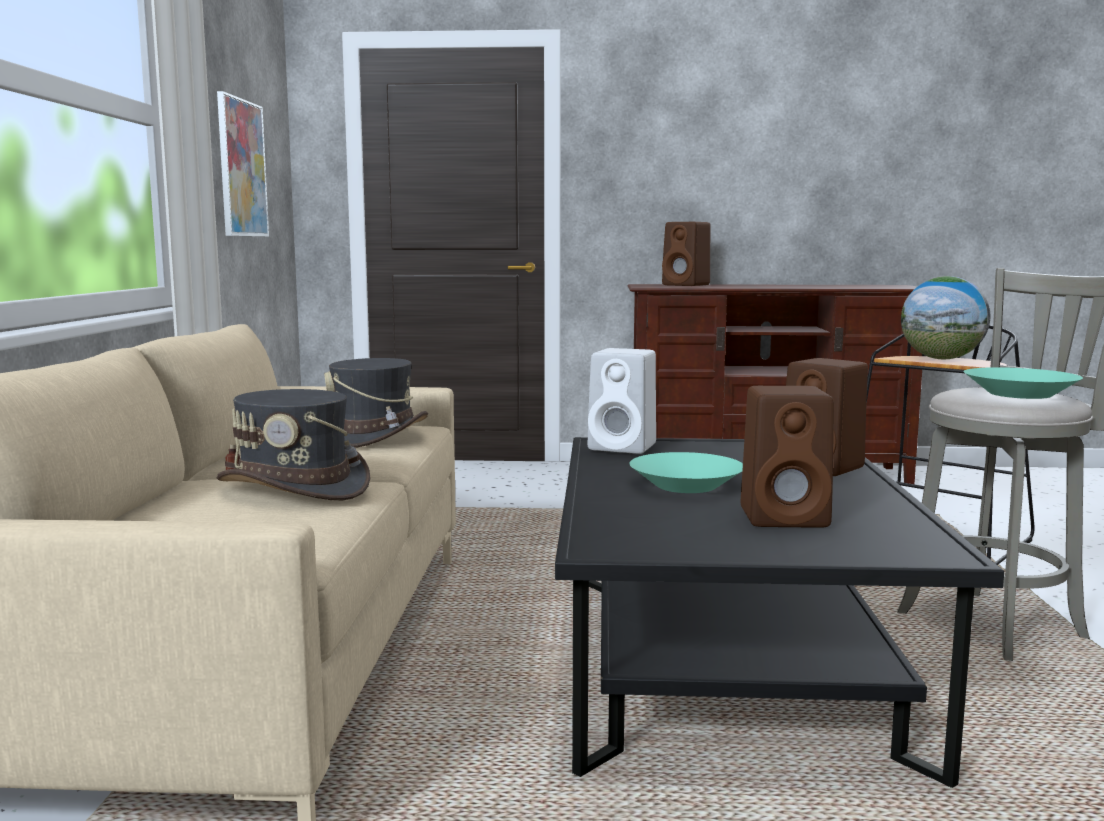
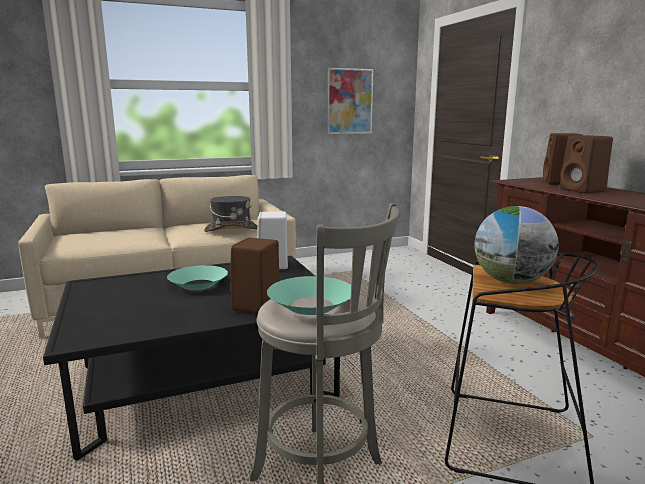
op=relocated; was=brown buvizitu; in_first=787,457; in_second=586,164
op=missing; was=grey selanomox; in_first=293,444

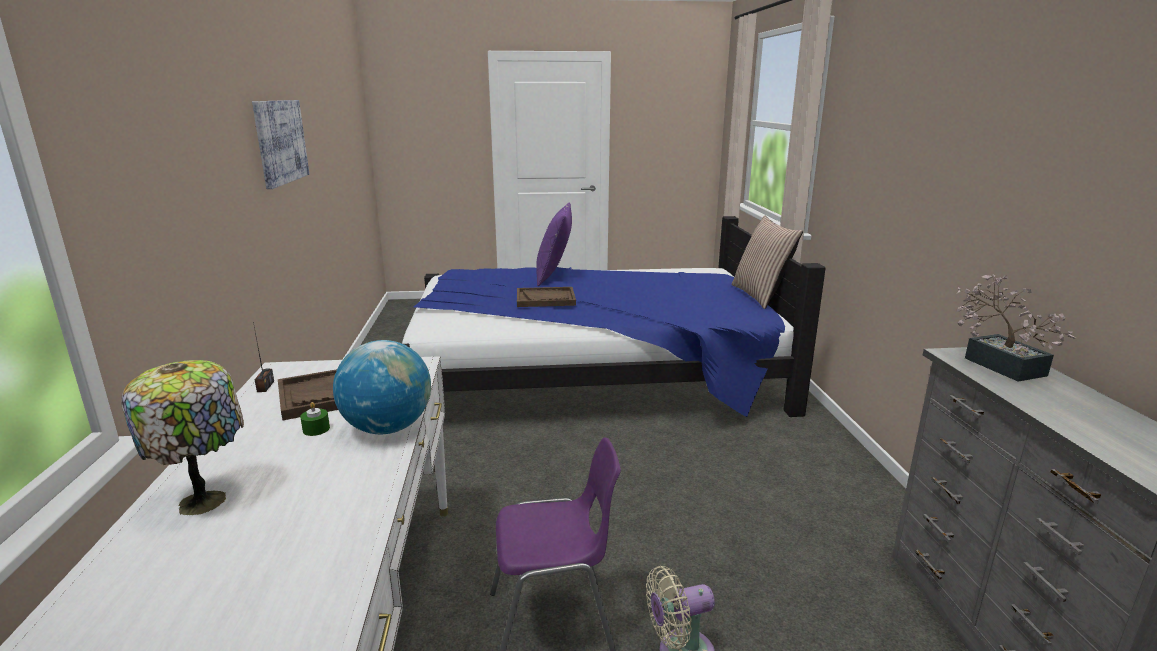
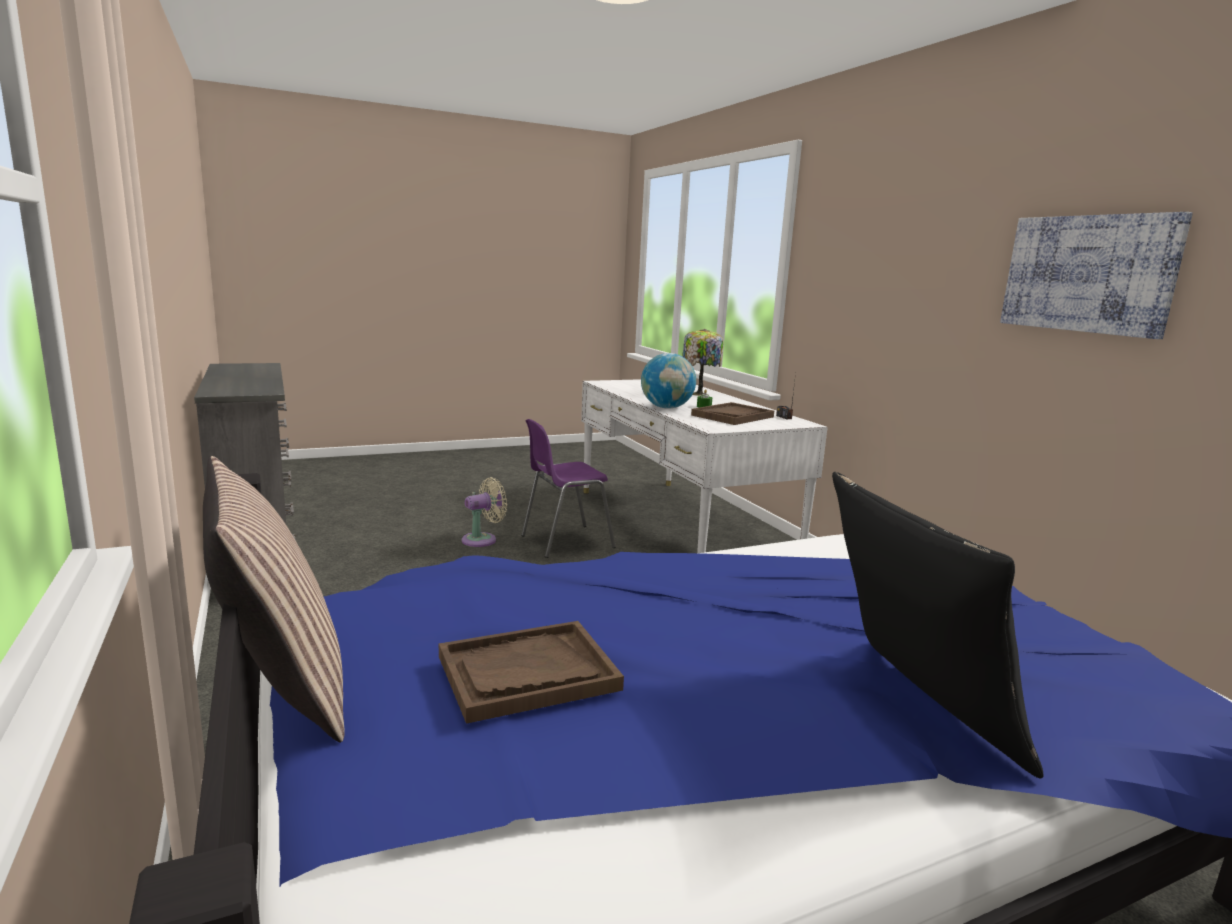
op=relocated; was=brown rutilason; in_first=546,297; in_second=531,672
op=colour; was=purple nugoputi; now=black nugoputi; in_first=554,244; in_second=938,625
op=missing; was=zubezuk; in_first=1016,328

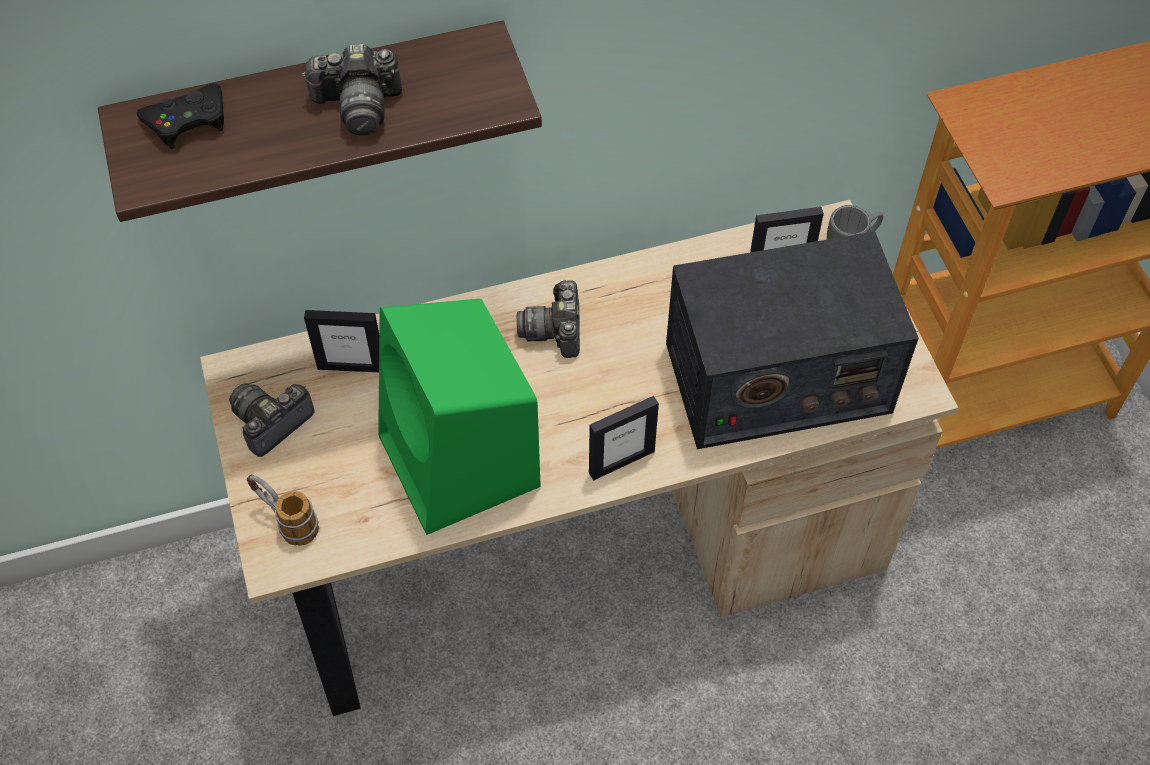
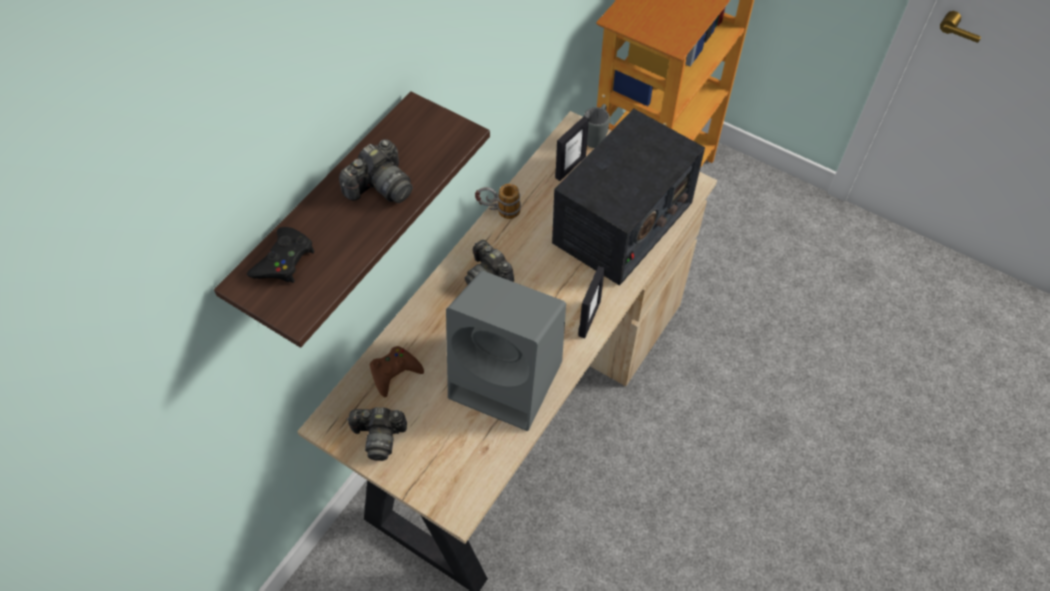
op=spun; was=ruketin; in_first=271,420; in_second=376,434; clockwise=-90
op=exchanged; was=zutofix; now=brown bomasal; in_first=341,341; in_second=397,371
op=colour; was=green buvizitu; now=grey buvizitu; in_first=459,417; in_second=506,351
op=relocated; was=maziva; in_first=283,510; in_second=498,201

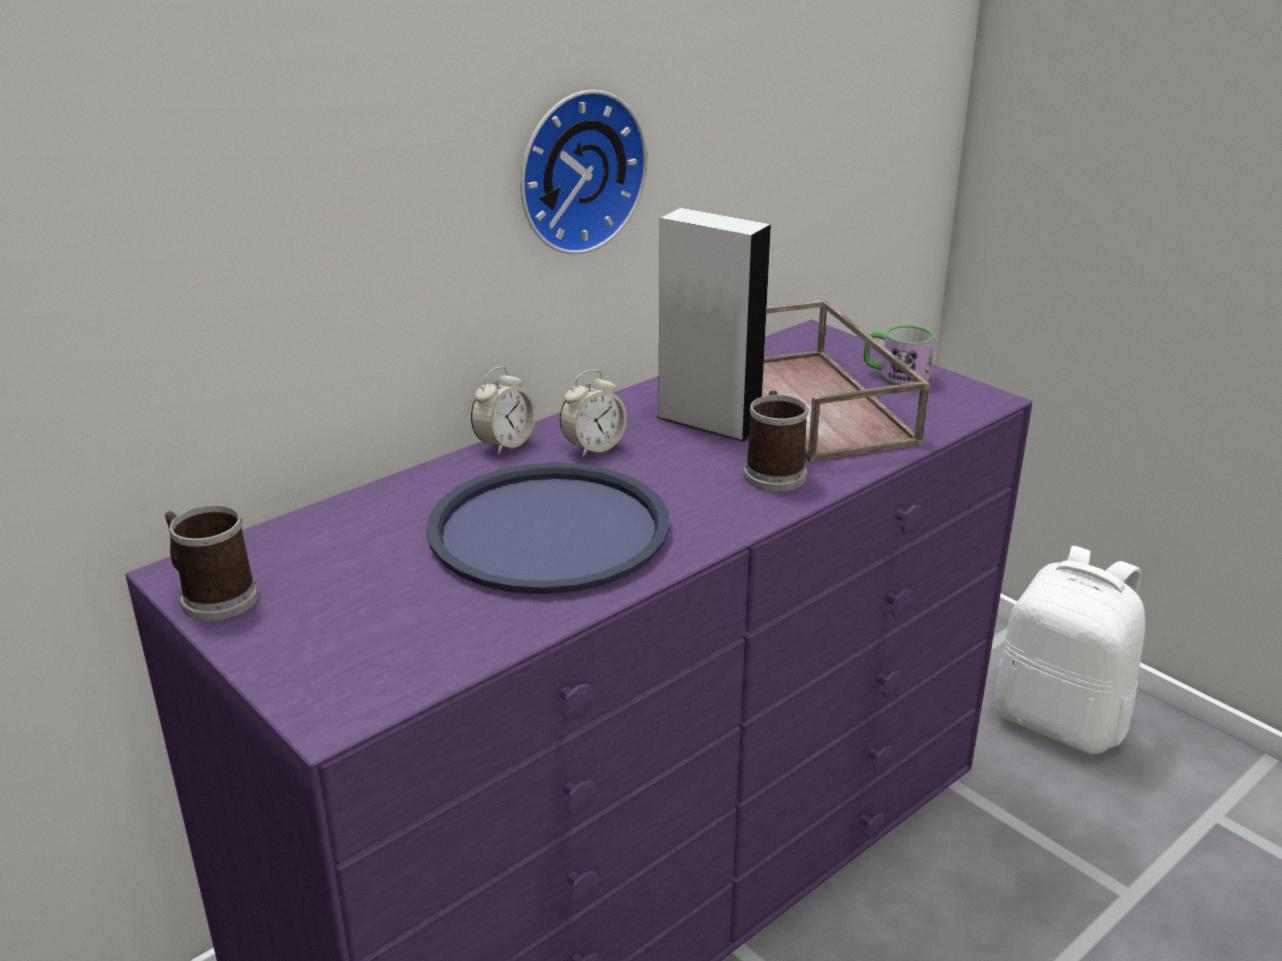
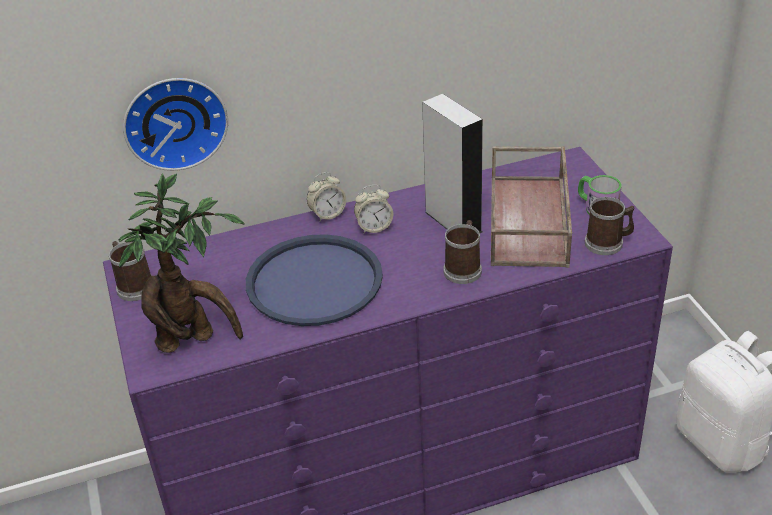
op=appeared; now=zubezuk; in_second=181,263
op=relocated; was=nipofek; in_first=583,172; in_second=175,124
op=appeared; now=maziva; in_second=610,226

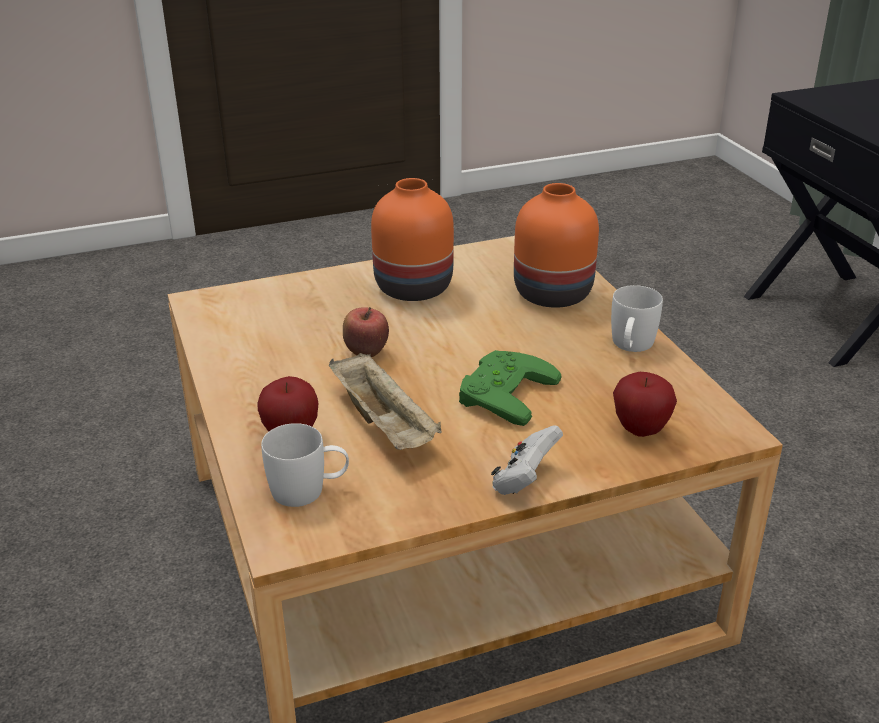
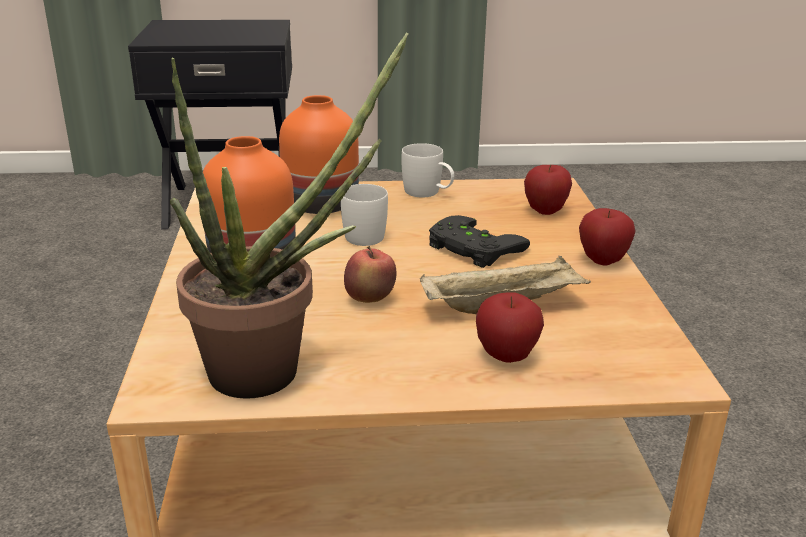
op=appeared; now=zubezuk; in_second=289,216
op=relocated; was=white maziva; in_first=305,465; in_second=364,215
op=colour; was=green bomasal; now=black bomasal; in_first=510,388; in_second=479,241
op=exchanged; was=white bomasal; now=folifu; in_first=527,460; in_second=607,236

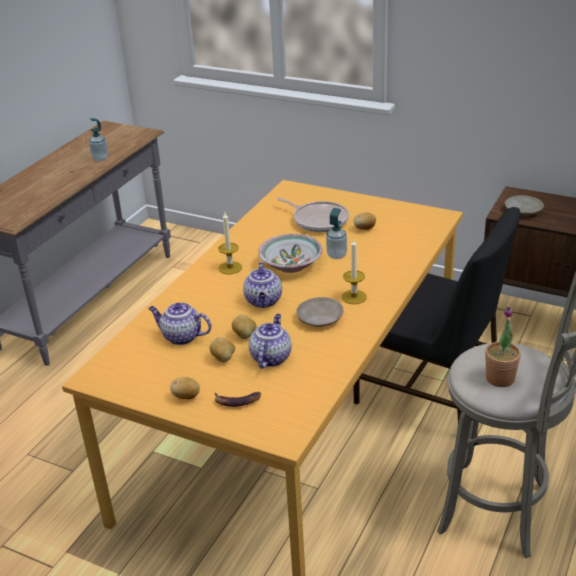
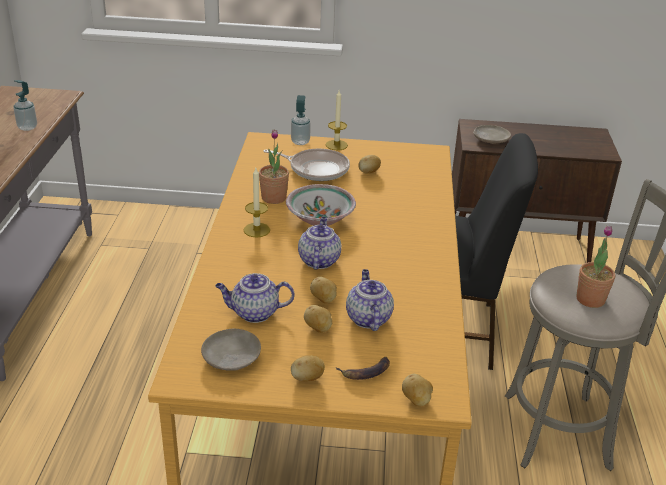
op=relocated; was=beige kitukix; in_first=320,312; in_second=231,350
op=appeared; now=zubezuk; in_second=274,166
op=relocated; was=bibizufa; in_first=336,233; in_second=301,120
op=spun; was=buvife; in_first=262,285; in_second=319,243; clockwise=-150
op=relocated; was=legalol; in_first=354,271; in_second=337,120
op=appeared; now=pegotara; in_second=417,390

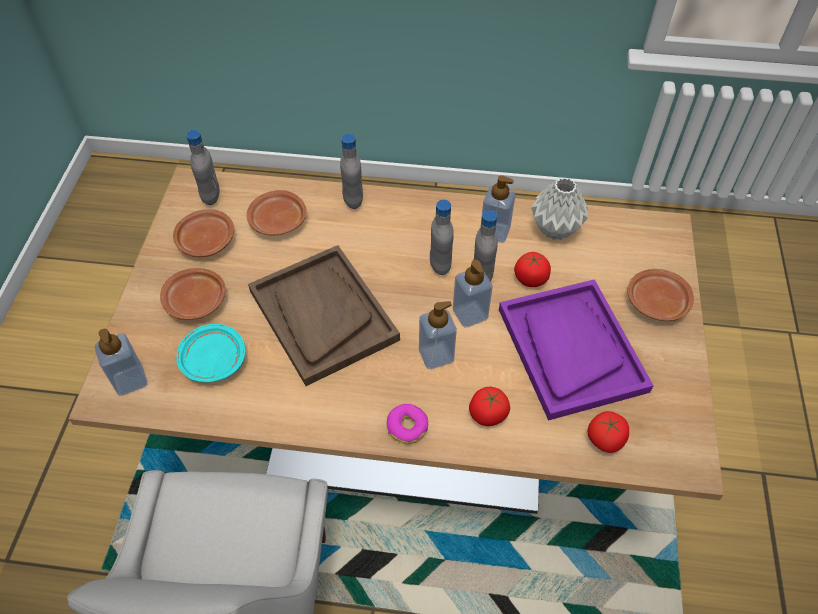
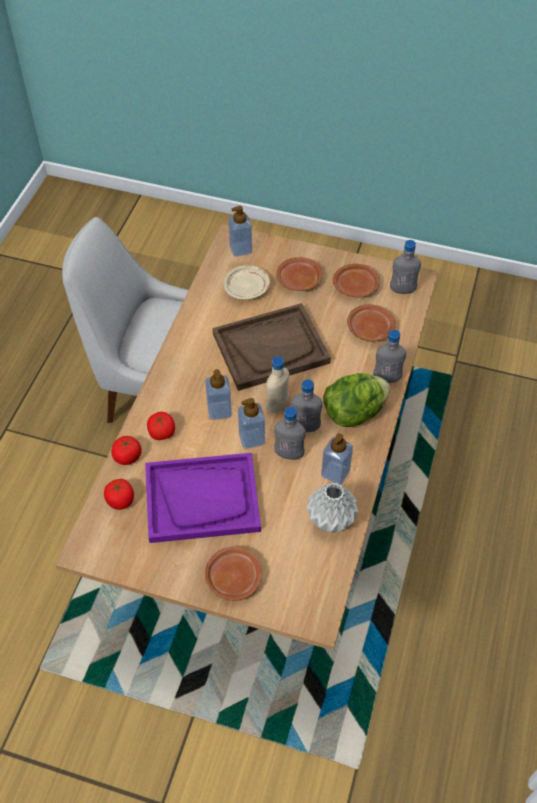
op=relocated; was=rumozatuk; in_first=532,269; in_second=126,450
op=colour; was=turquoise kitukix; now=beige kitukix; in_first=210,353; in_second=246,282
op=appeared; now=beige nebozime; in_second=277,384
op=appeared; now=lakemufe; in_second=356,400
op=missing; was=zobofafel; in_first=407,424

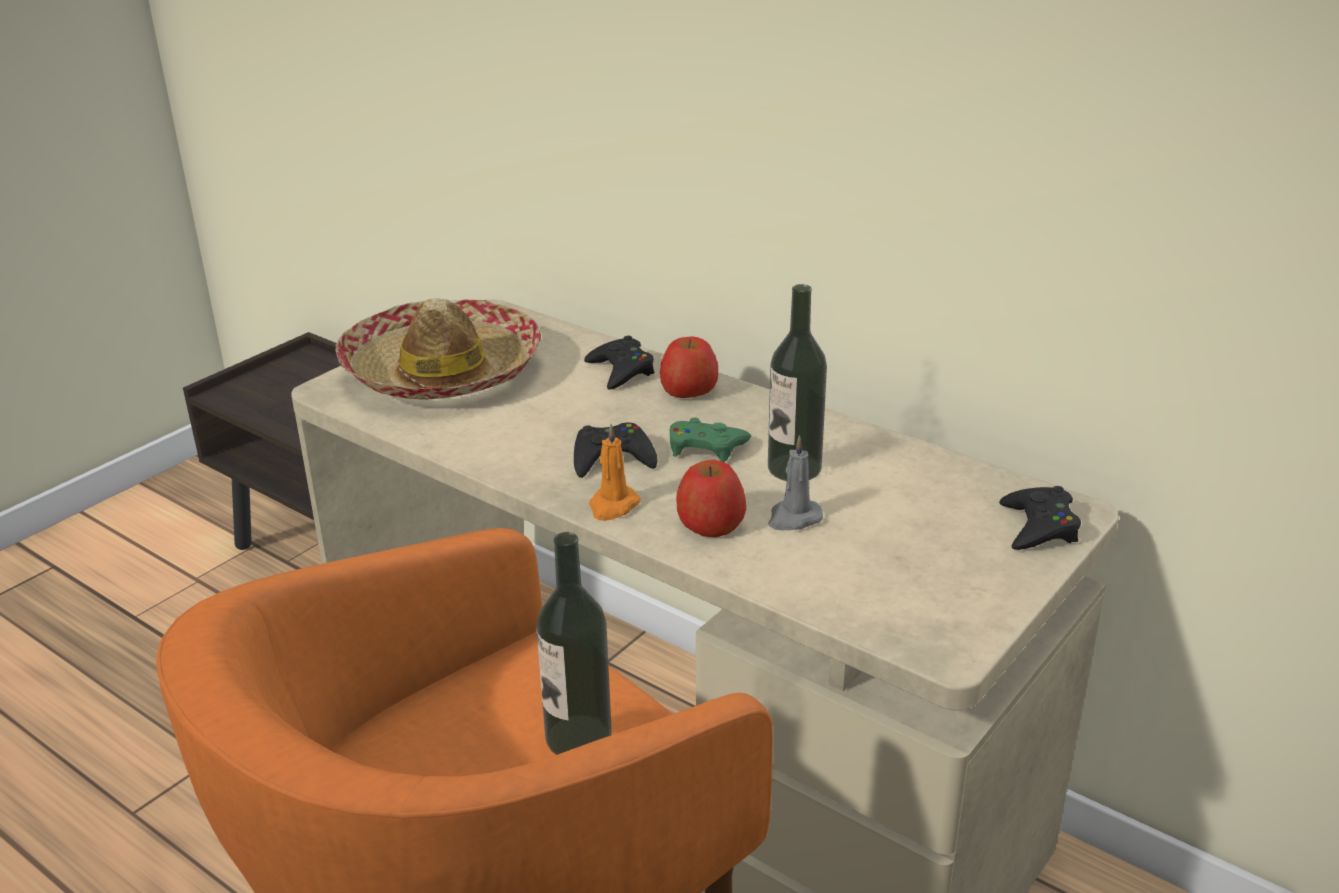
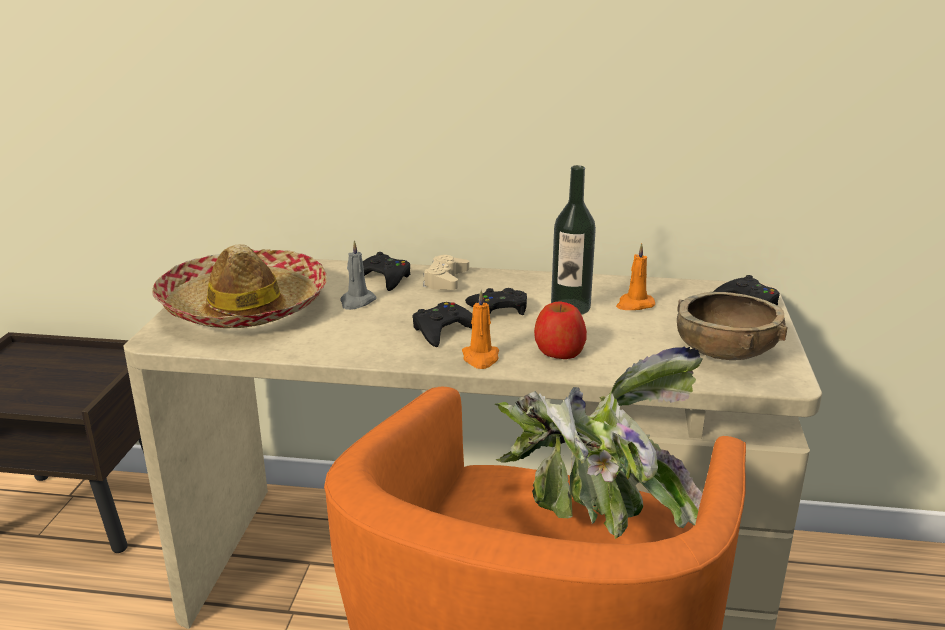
op=relocated; was=grey legalol; in_first=795,482; in_second=358,275
op=exchanged; was=folifu; now=beige bomasal; in_first=689,367; in_second=446,272
op=colour; was=green bomasal; now=black bomasal; in_first=710,439; in_second=496,301
op=exchanged; was=nebozime; now=zubezuk; in_first=574,643; in_second=599,442
op=appeared; now=orange legalol; in_second=635,276
op=appeared; now=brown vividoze; in_second=732,326

